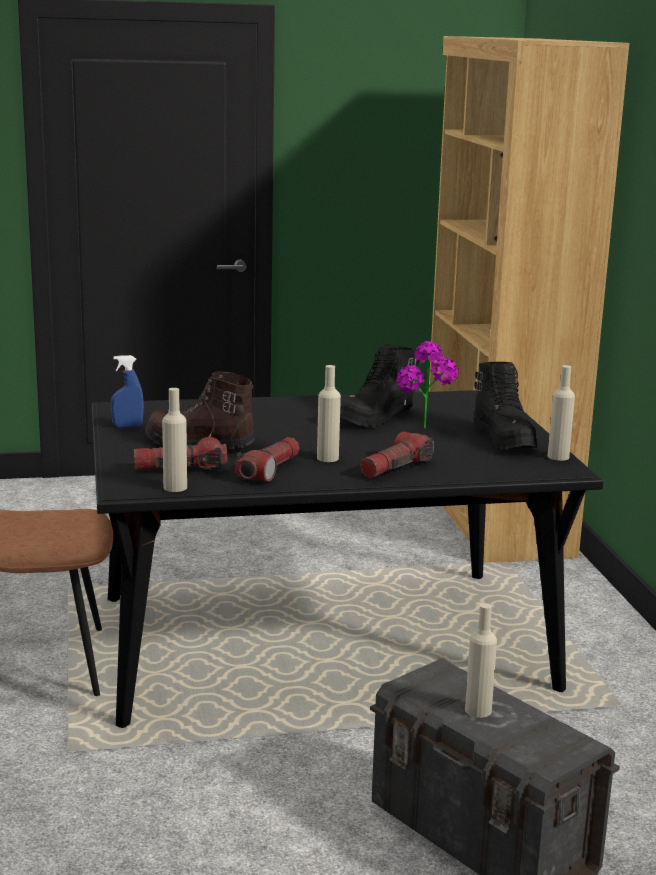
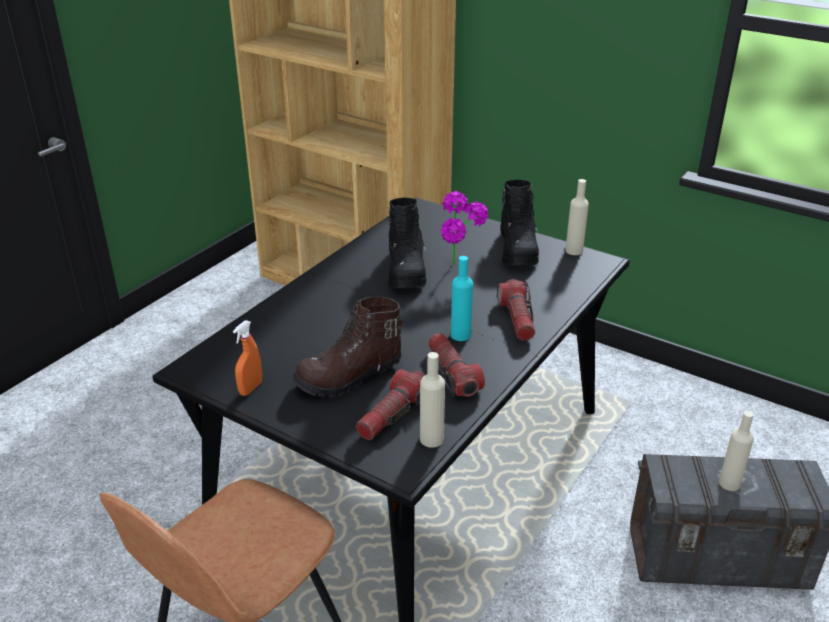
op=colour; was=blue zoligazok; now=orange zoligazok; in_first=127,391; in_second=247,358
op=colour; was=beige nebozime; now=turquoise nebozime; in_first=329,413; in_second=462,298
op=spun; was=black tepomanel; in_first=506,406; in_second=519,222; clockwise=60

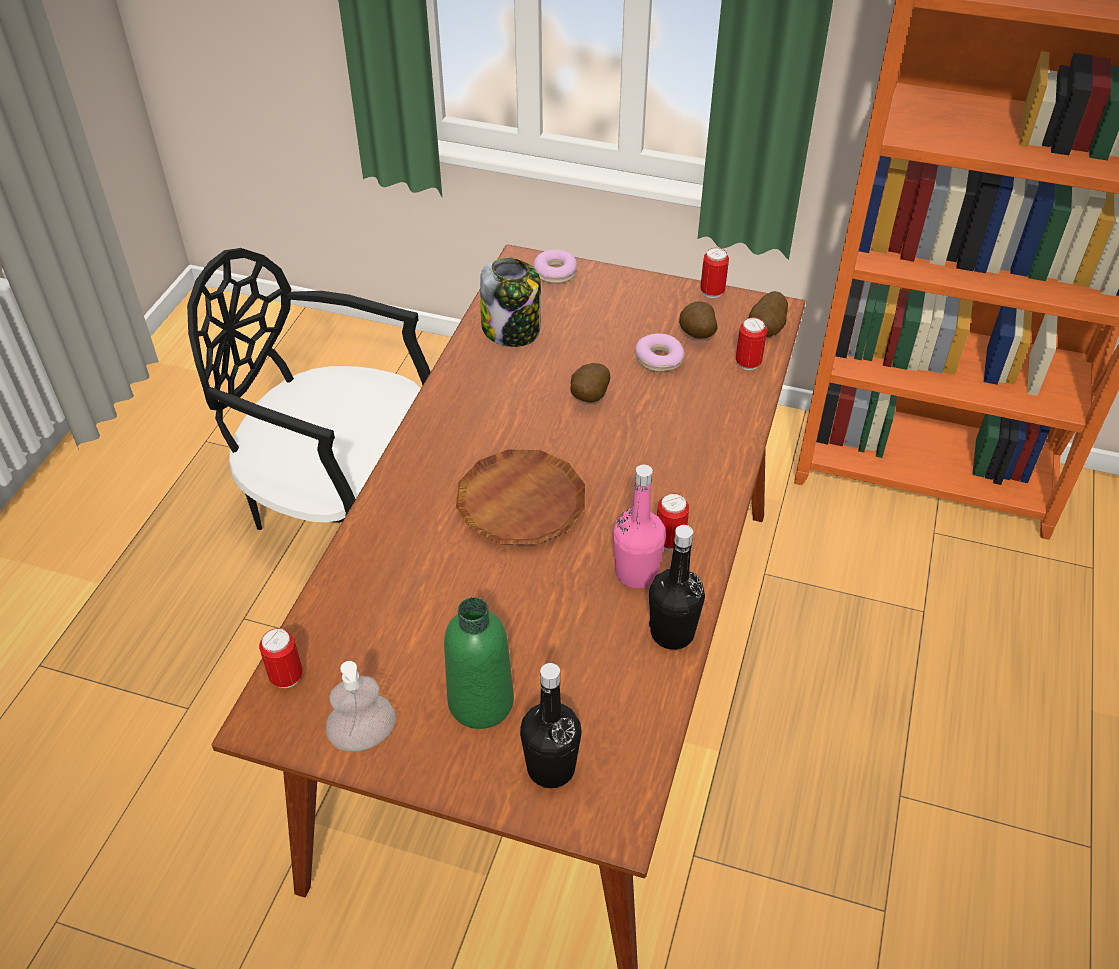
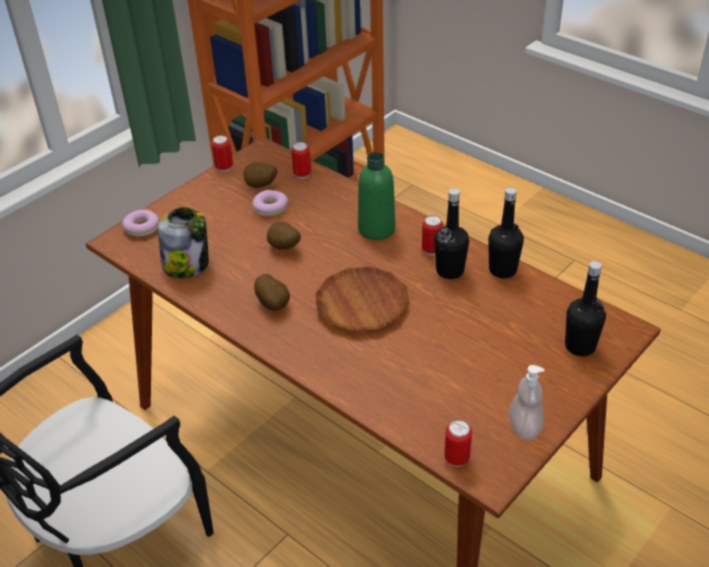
op=relocated; was=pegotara; in_first=768,314; in_second=272,292
op=relocated; was=green nebozime; in_first=479,663; in_second=377,196
op=colour; was=pink nebozime; now=black nebozime; in_first=639,527; in_second=451,233

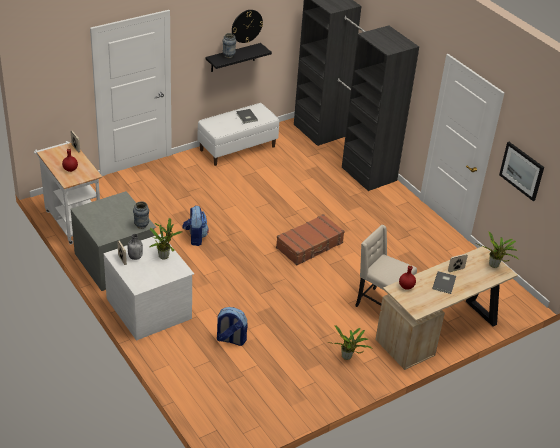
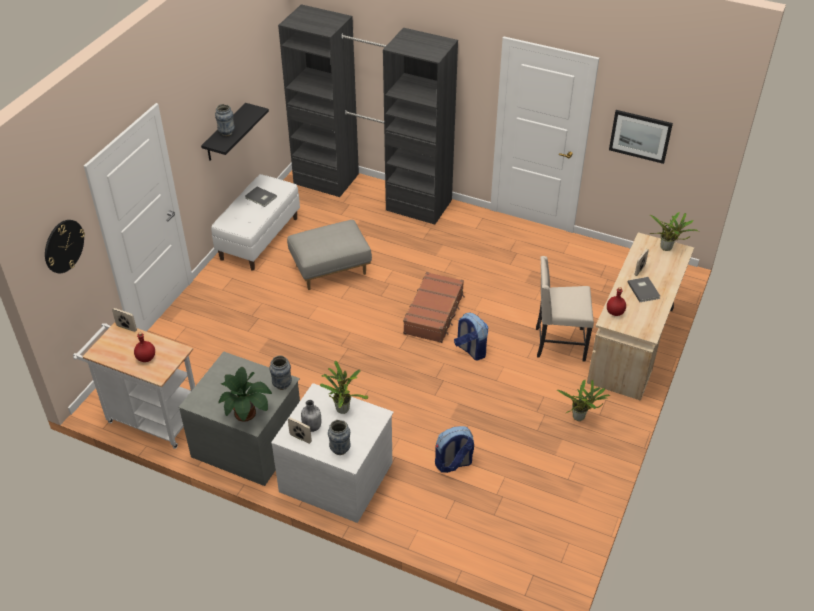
op=relocated; was=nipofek; in_first=247,26; in_second=65,246
op=appeared; now=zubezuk; in_second=245,394
op=appeared; now=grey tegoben; in_second=329,255
op=appeared; now=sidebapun; in_second=339,437
op=relocated; was=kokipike; in_first=195,226; in_second=471,336

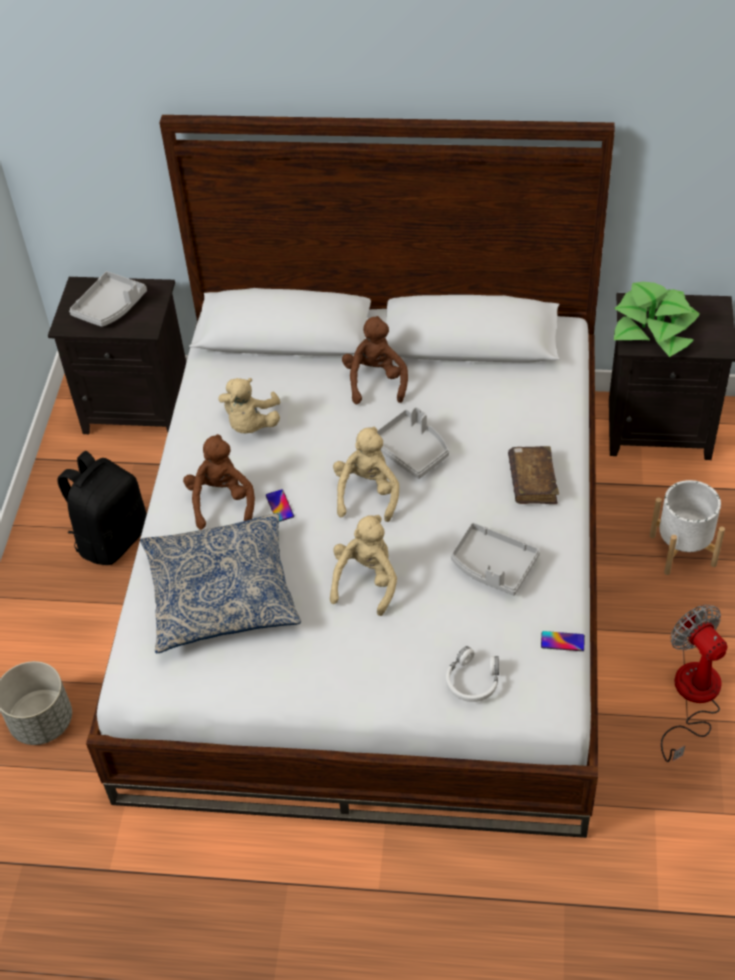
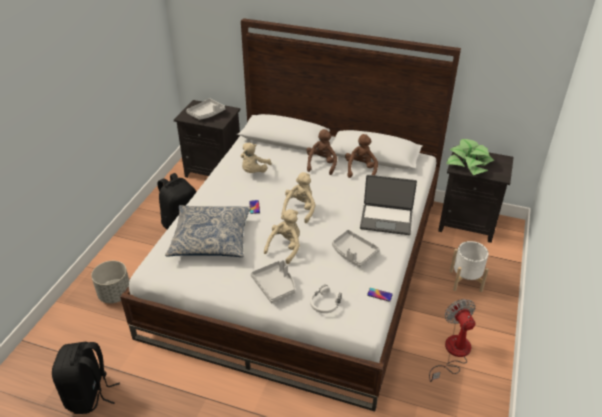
op=appeared; now=black kokipike; in_second=86,378
op=relocated; was=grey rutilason; in_first=413,443; in_second=273,281
op=relocated; was=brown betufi; in_first=219,482; in_second=361,156
op=exchanged; was=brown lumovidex; now=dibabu; in_first=533,475; in_second=388,205

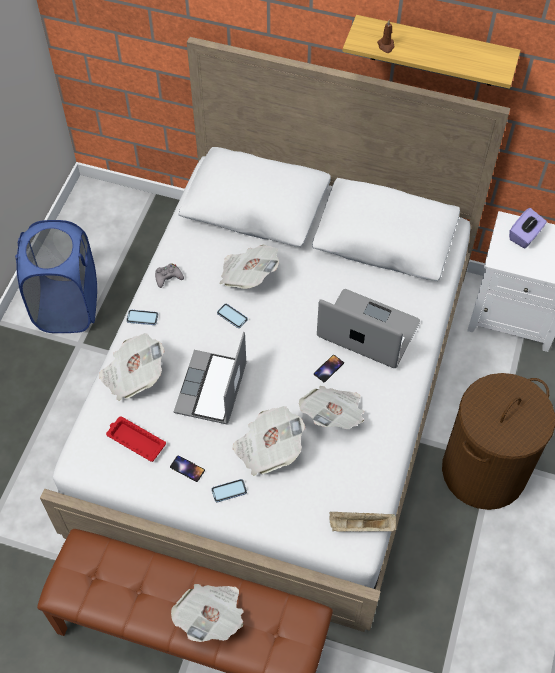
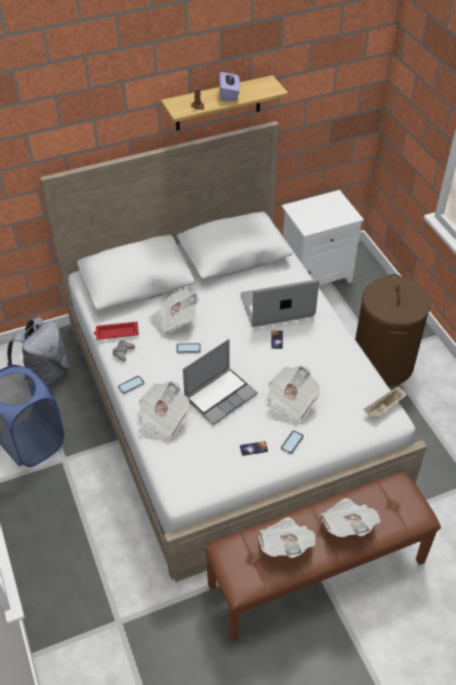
op=appeared; now=grey kokipike; in_second=38,352
op=relocated; was=red rutilason; in_first=136,439; in_second=116,330
op=spun; was=dibabu; in_first=210,378; in_second=220,382; clockwise=-105
op=relocated; was=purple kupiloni; in_first=528,228; in_second=229,86
op=relocated; was=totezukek; in_first=331,407; in_second=287,537

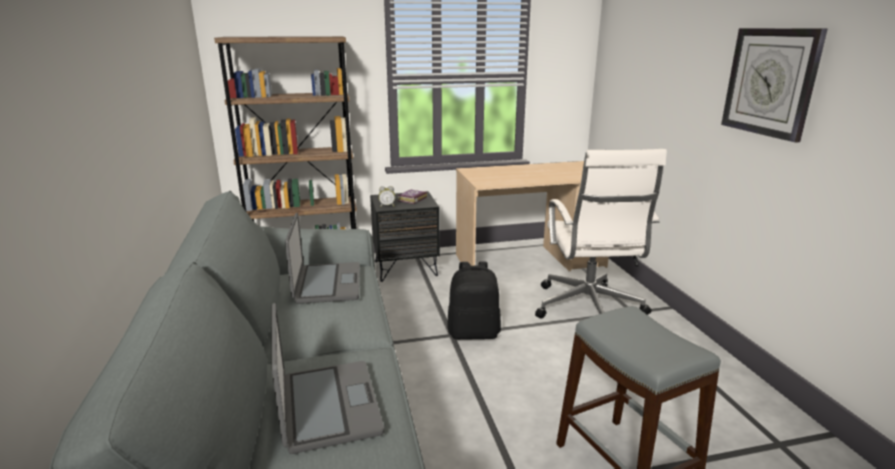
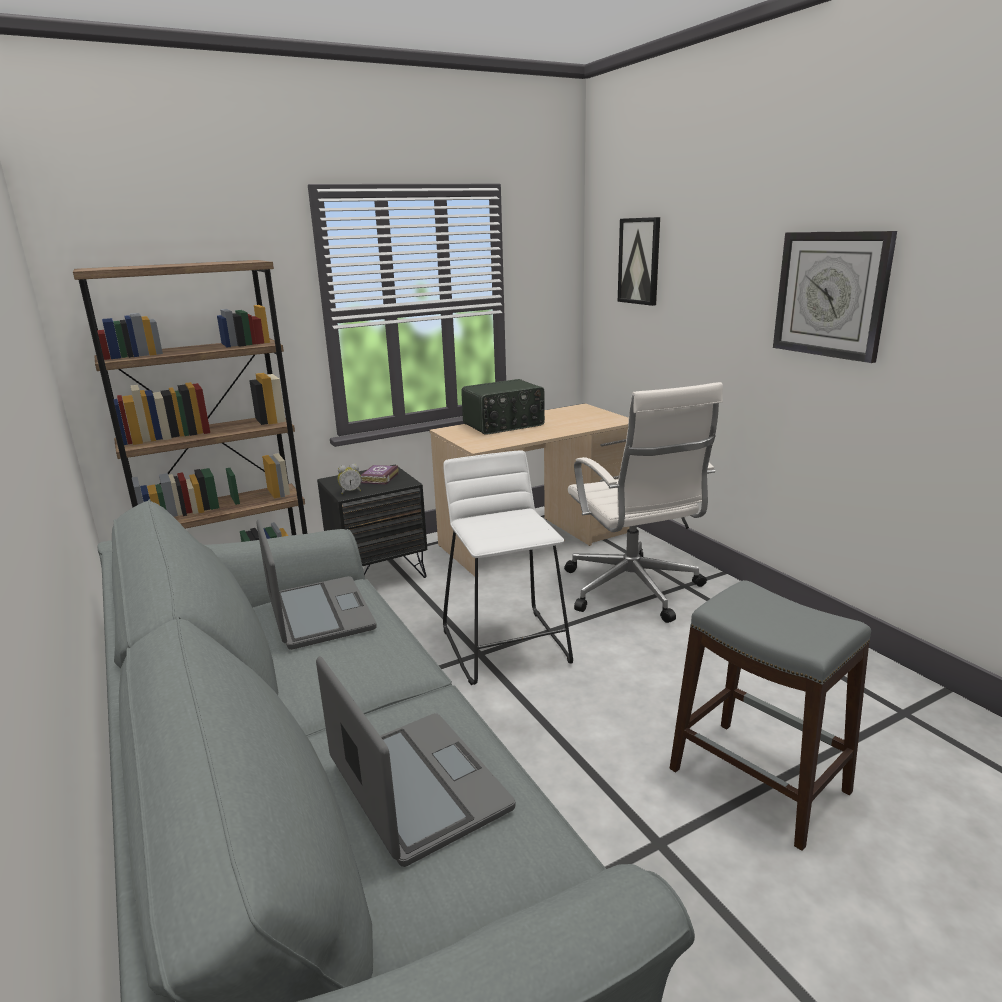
op=exchanged; was=black kokipike; now=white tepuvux; in_first=474,300; in_second=508,567
op=appeared; now=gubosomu; in_second=503,407
op=appeared; now=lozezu; in_second=639,261

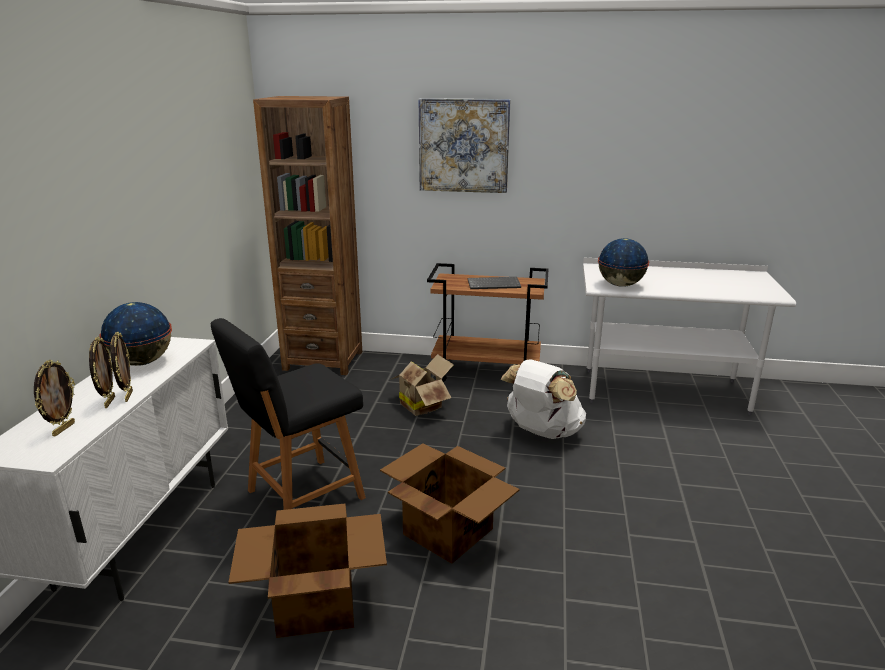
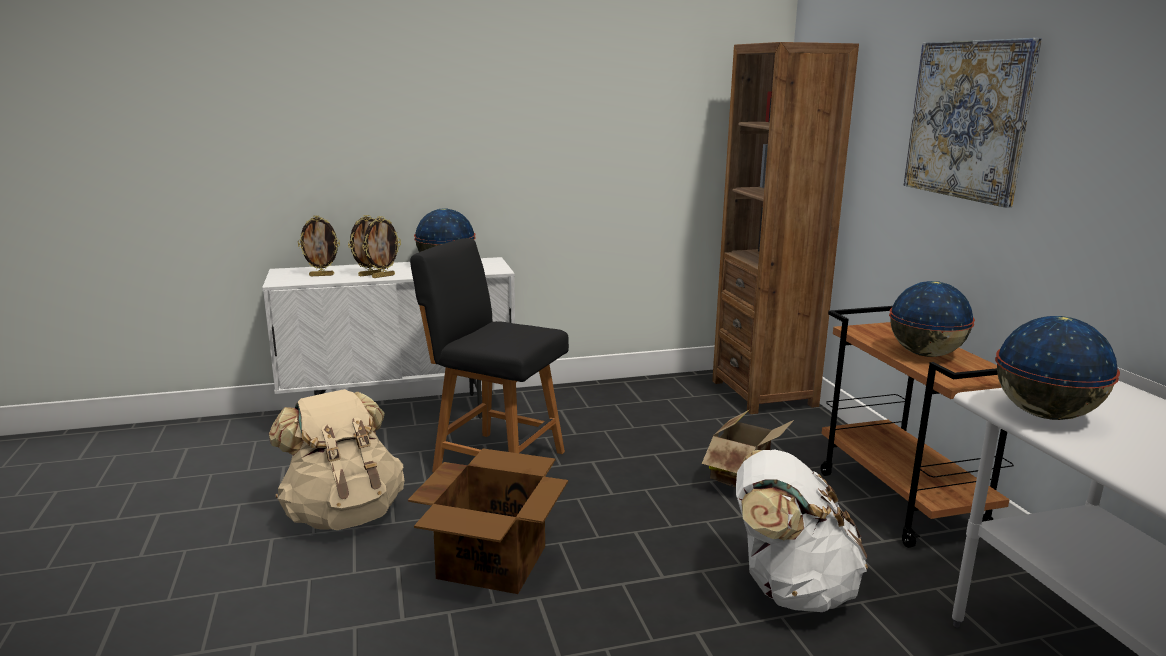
op=exchanged; was=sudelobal; now=beige kokipike; in_first=307,570; in_second=337,459
op=exchanged; was=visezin; now=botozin; in_first=494,283; in_second=932,319

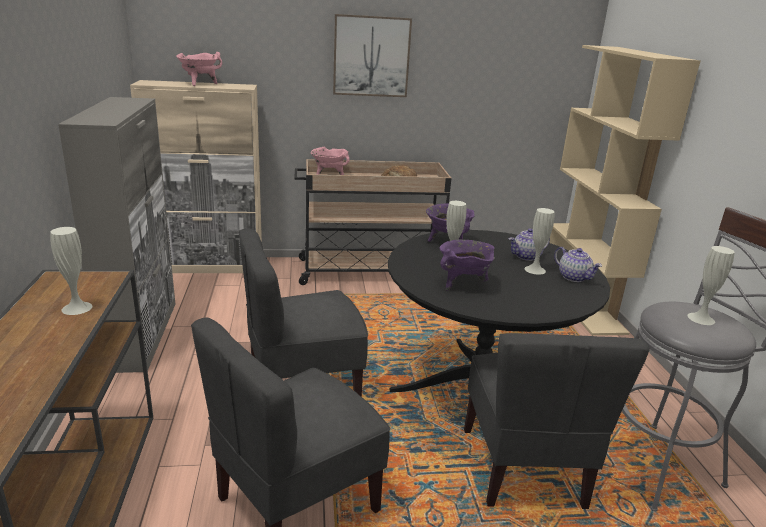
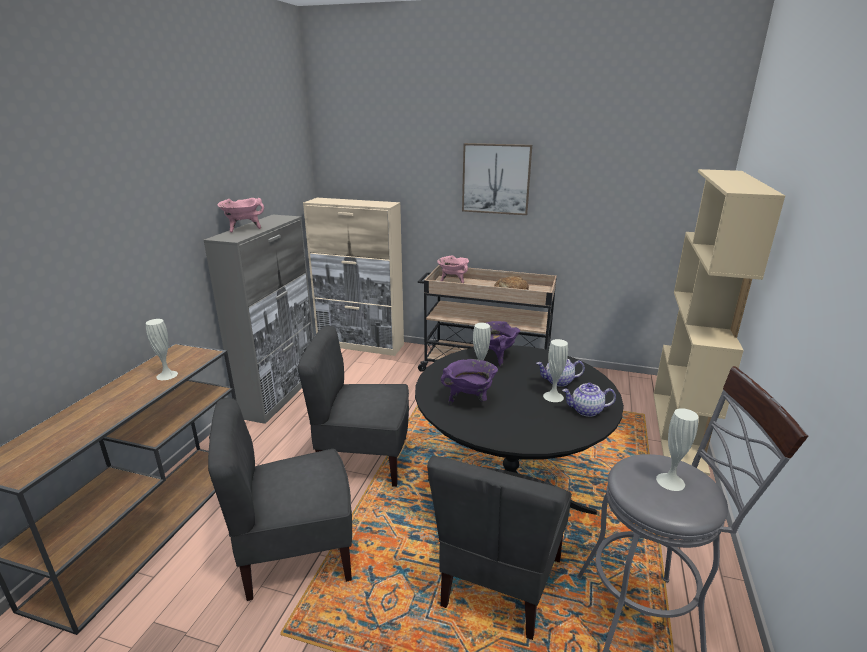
op=relocated; was=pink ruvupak; in_first=199,69; in_second=241,215
op=spun; was=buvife; in_first=578,264; in_second=589,400; clockwise=105

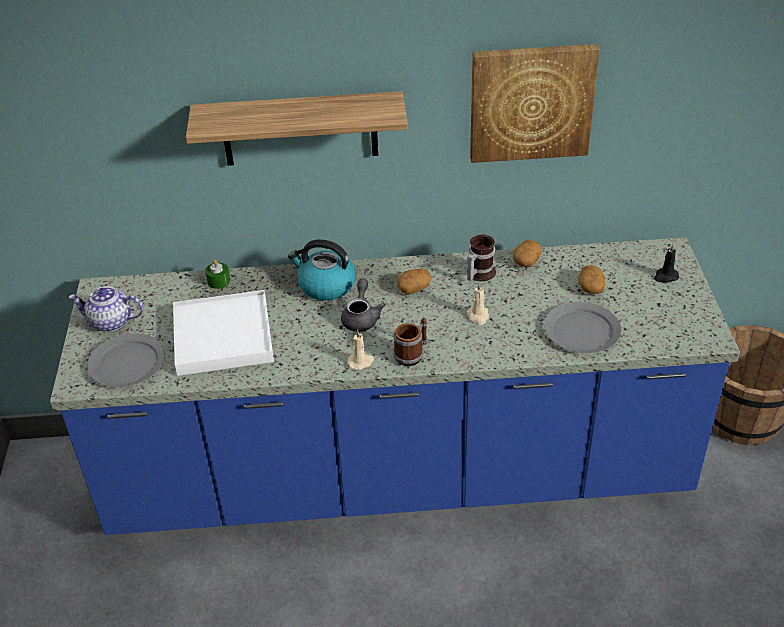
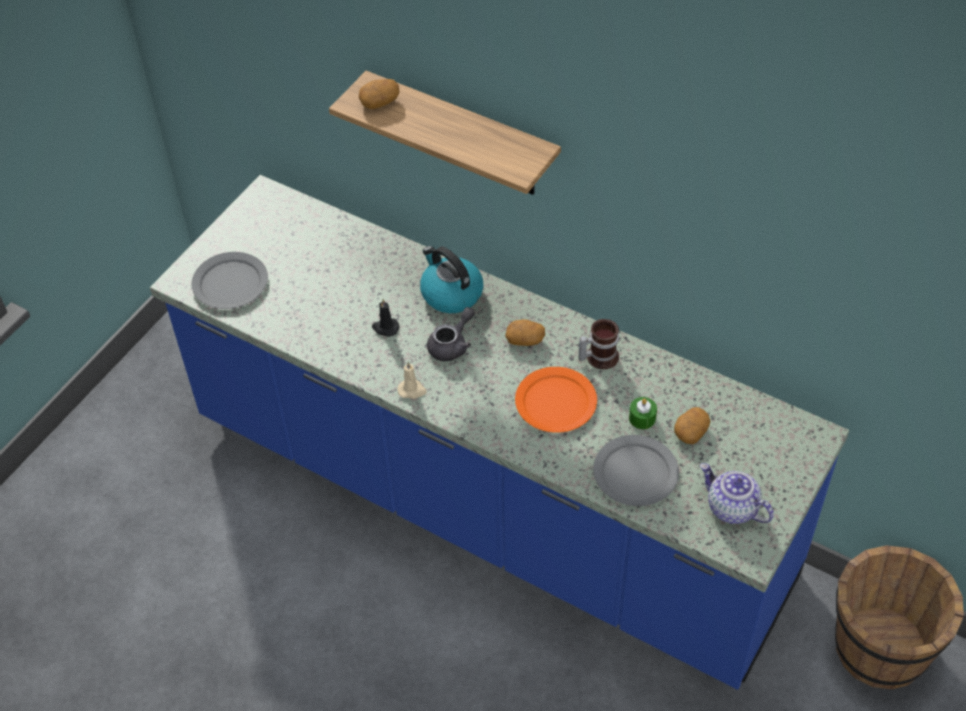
op=relocated; was=pegotara; in_first=527,253; in_second=379,94
op=relocated; was=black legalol; in_first=666,263; in_second=386,318
op=exchanged; was=beige legalol; now=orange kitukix; in_first=477,304; in_second=556,400
op=relocated; was=green legalol; in_first=217,274; in_second=643,413
op=relocated; was=buvife; in_first=105,309; in_second=737,493
op=missing; was=white rutilason; in_first=223,333
op=missing; was=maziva; in_first=410,342
op=missing; was=lozezu; in_first=535,103

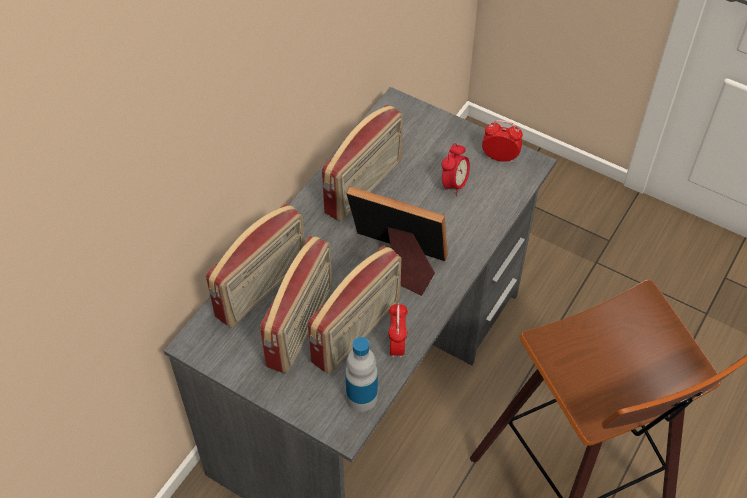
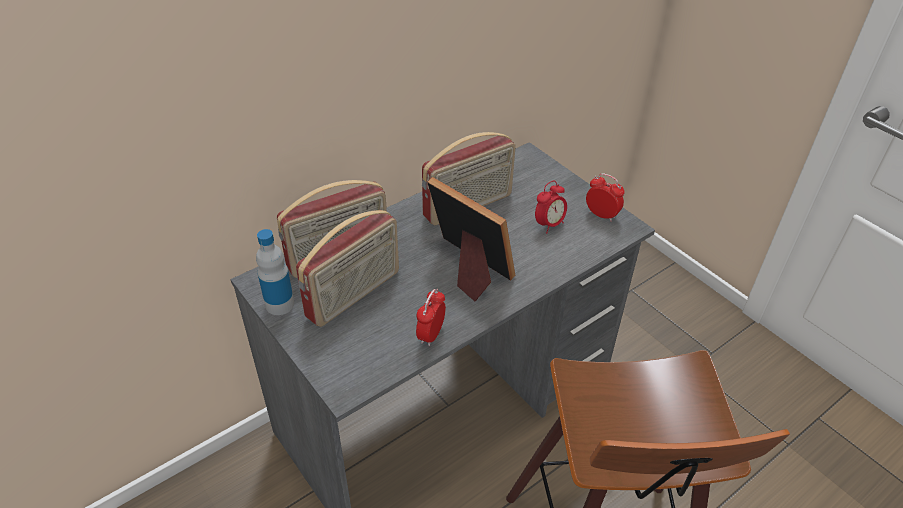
op=relocated; was=nebozime; in_first=361,374; in_second=275,272
op=missing; was=gubosomu; in_first=354,310

